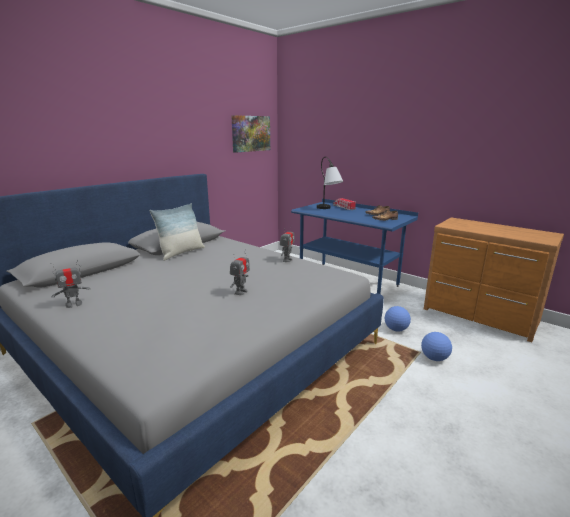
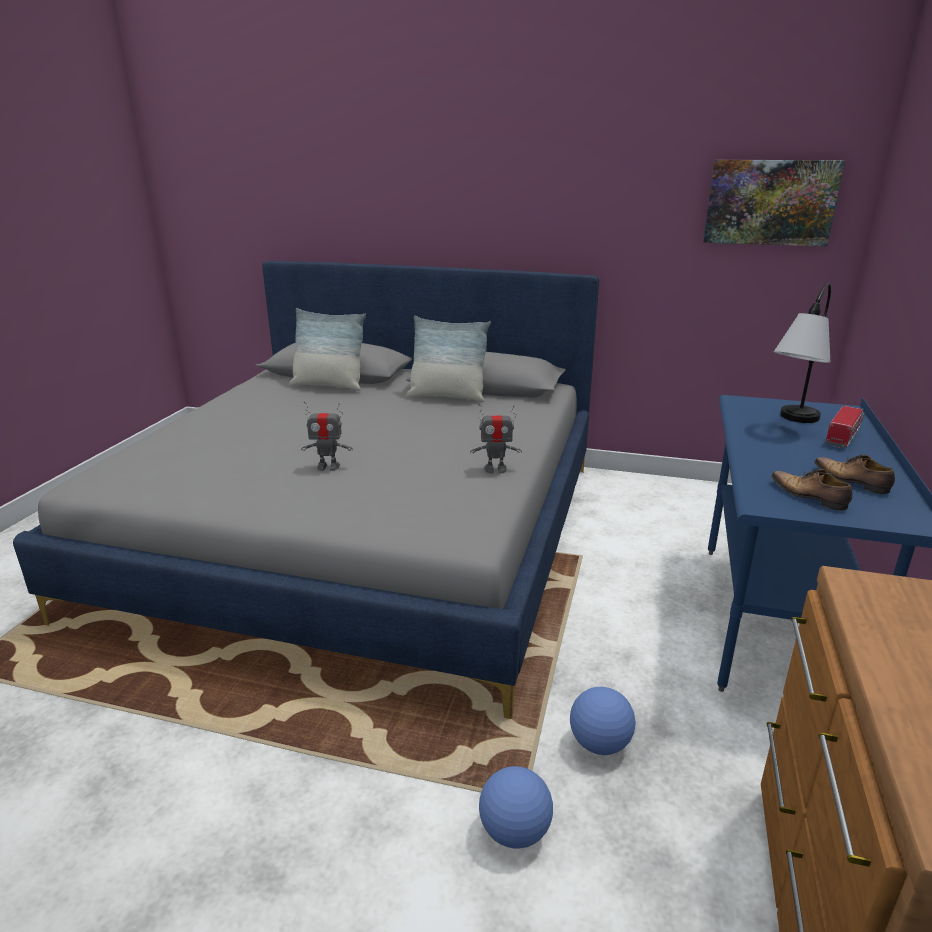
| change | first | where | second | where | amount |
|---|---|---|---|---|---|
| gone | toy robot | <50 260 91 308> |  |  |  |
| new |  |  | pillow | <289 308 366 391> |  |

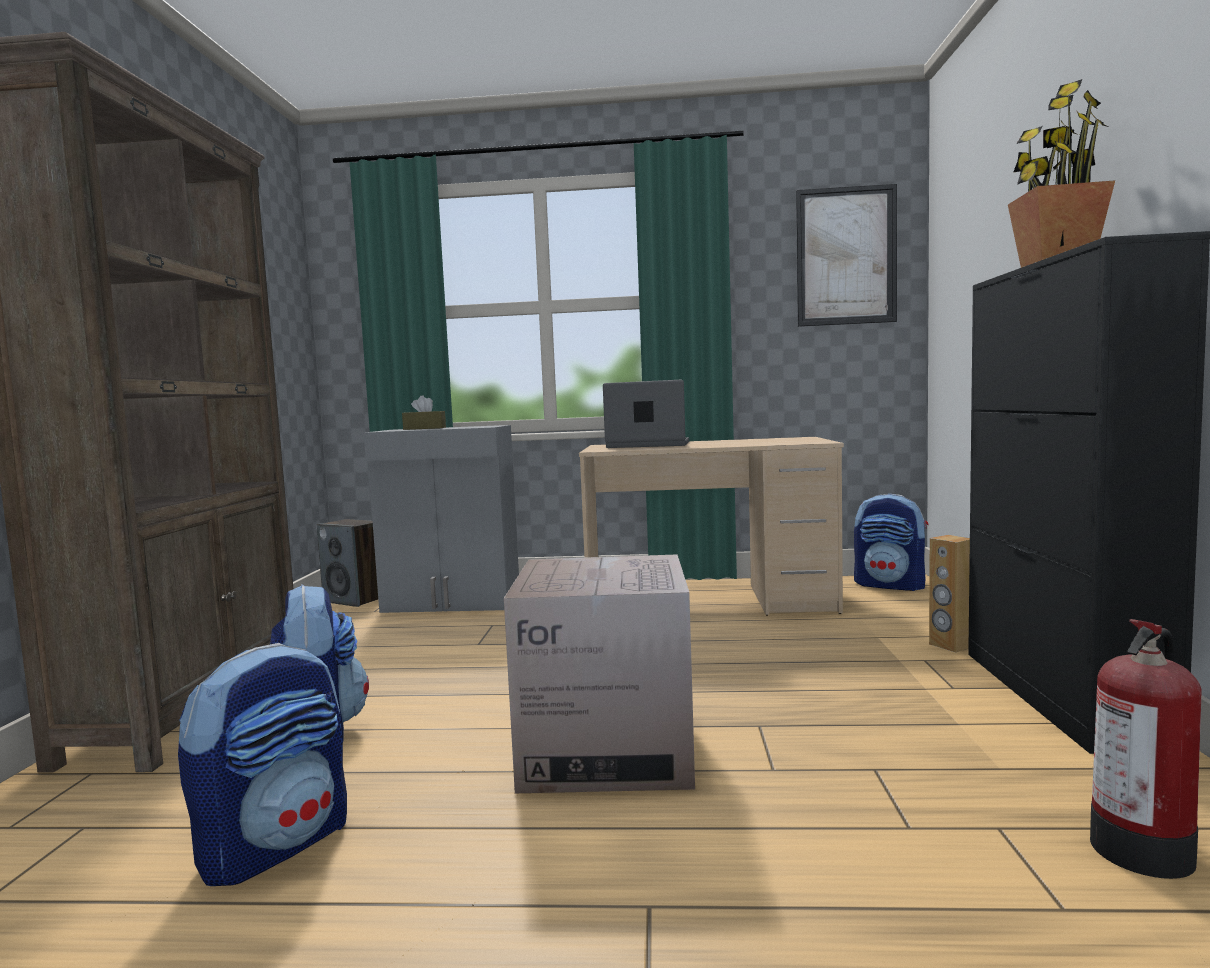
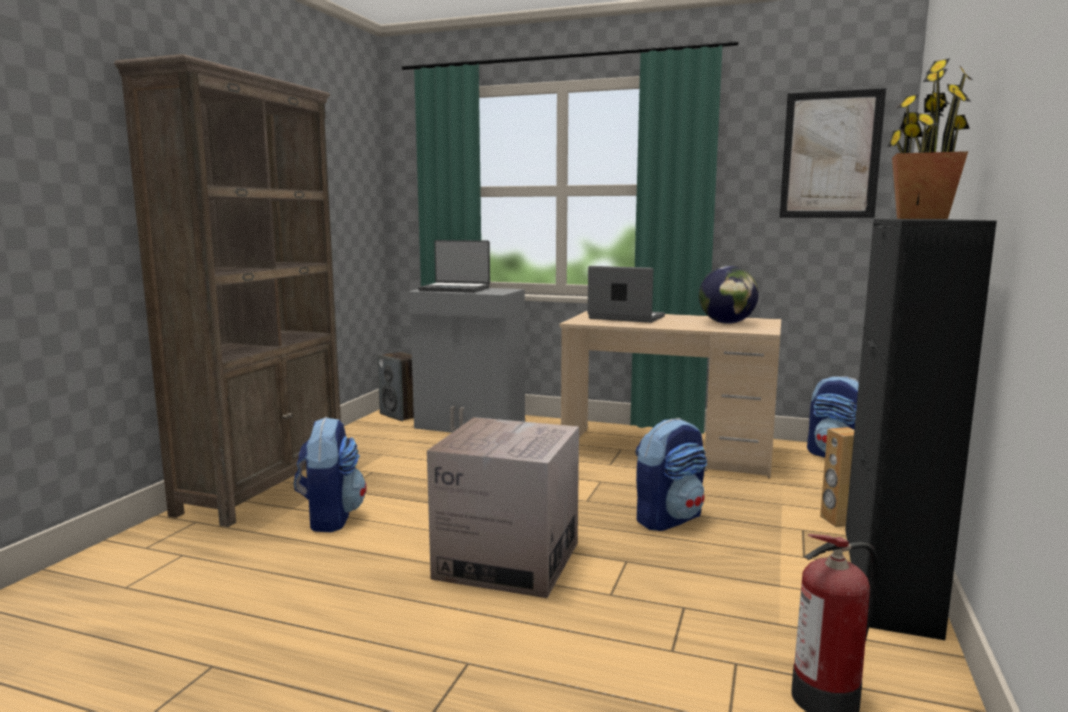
| change | first | where | second | where | amount |
|---|---|---|---|---|---|
| shifted | backpack | <178 643 347 886> |  | <635 418 707 531> |  |
| swapped | brown tissue box | <402 395 446 430> | laptop | <418 240 490 293> |  |
| new |  |  | globe | <699 266 759 324> |  |

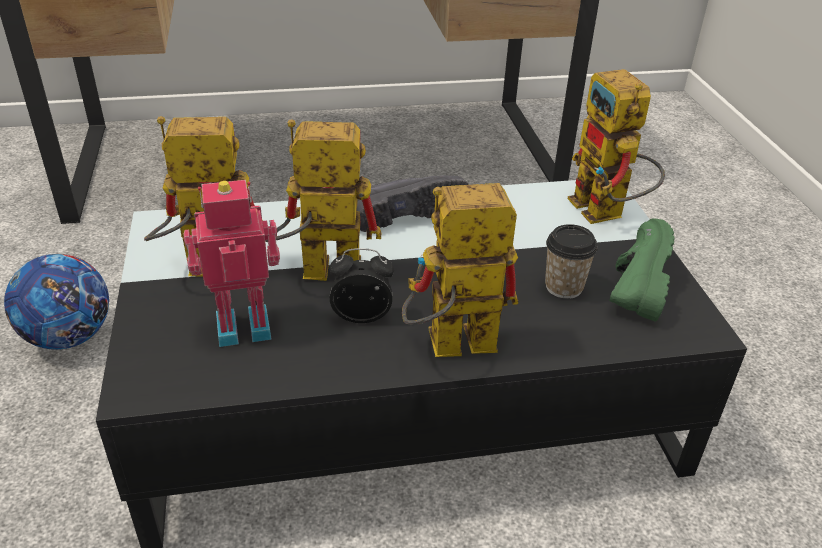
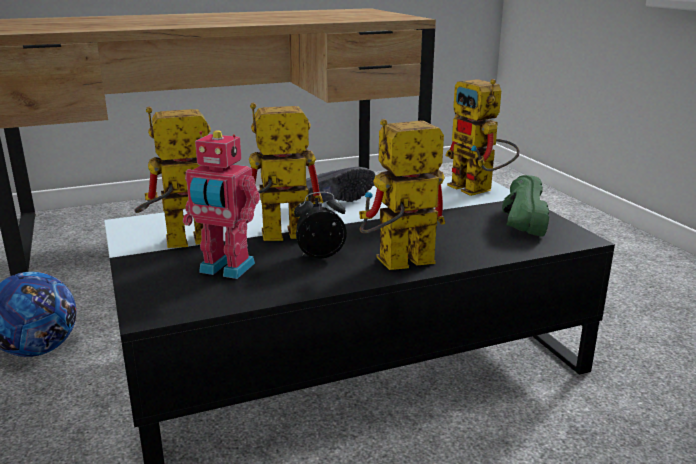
| change | first | where | second | where | amount |
|---|---|---|---|---|---|
| rotated | toy robot | <184 180 280 347> |  | <183 130 260 279> | 135 degrees counterclockwise |
| gone | cup | <545 224 598 299> |  |  |  |

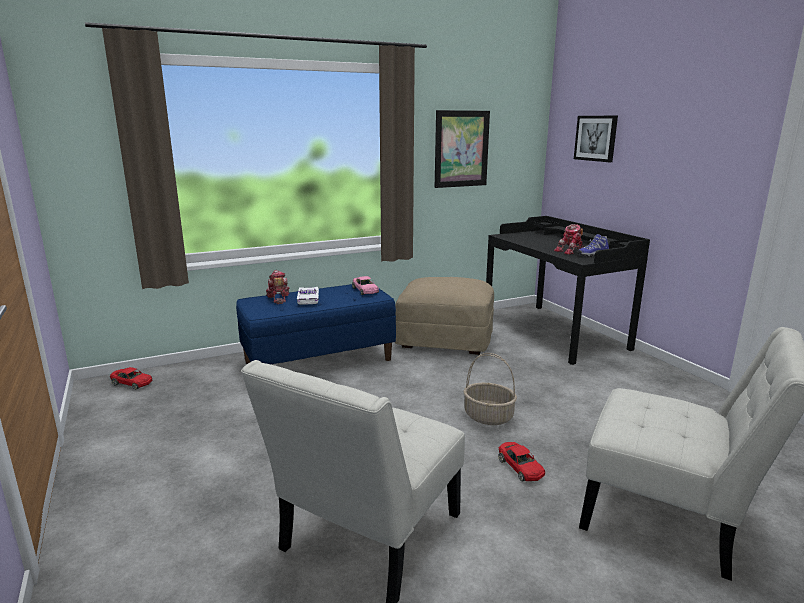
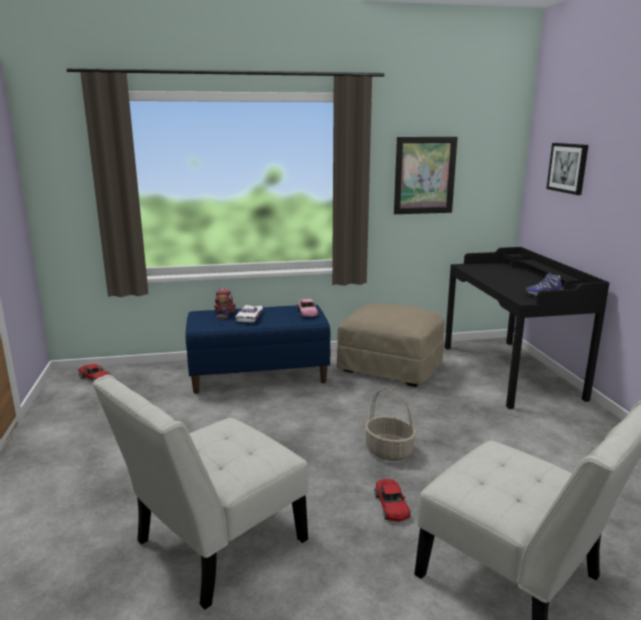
| change | first | where | second | where | amount |
|---|---|---|---|---|---|
| gone | toy robot | <554 224 584 255> |  |  |  |

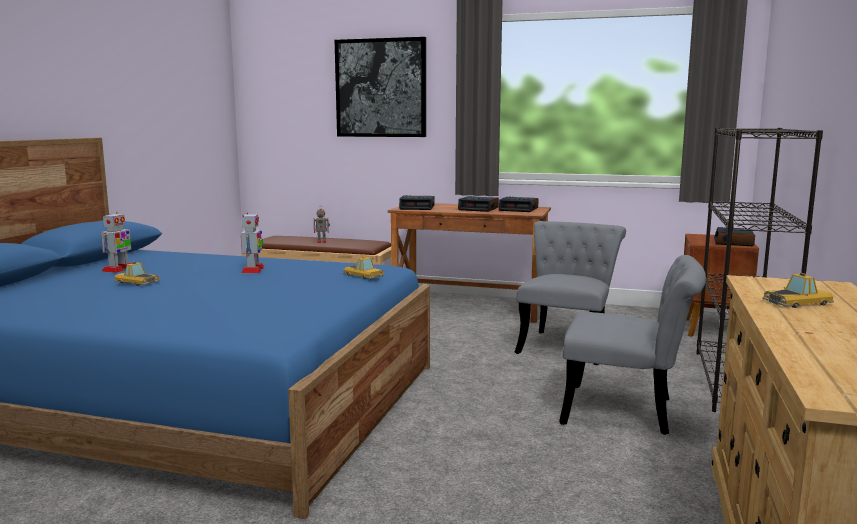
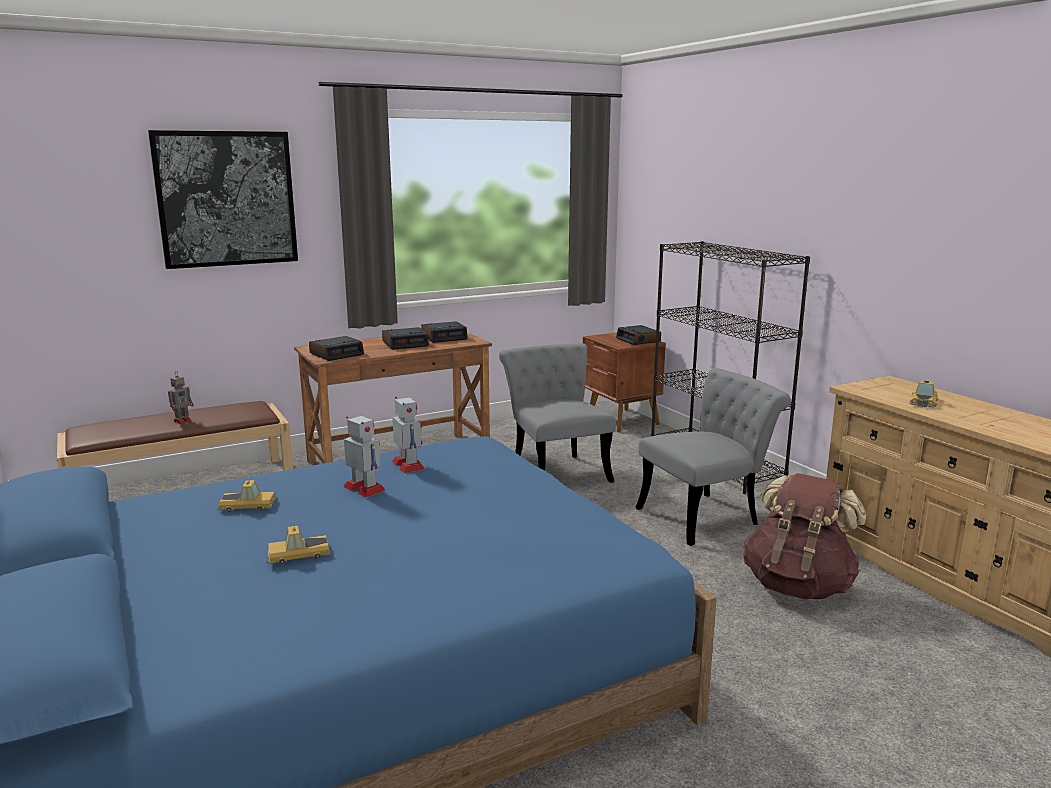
| change | first | where | second | where | amount |
|---|---|---|---|---|---|
| shifted | toy robot | <101 212 132 273> |  | <392 397 425 473> |  |
| shifted | toy car | <343 256 384 279> |  | <218 480 278 512> |  |
| new |  |  | brown backpack | <743 473 867 600> |  |

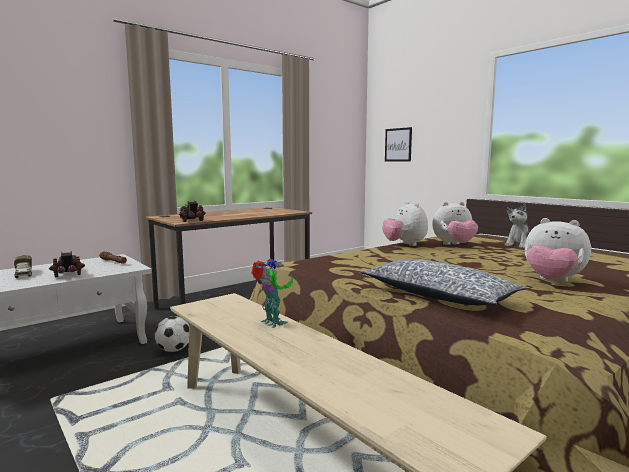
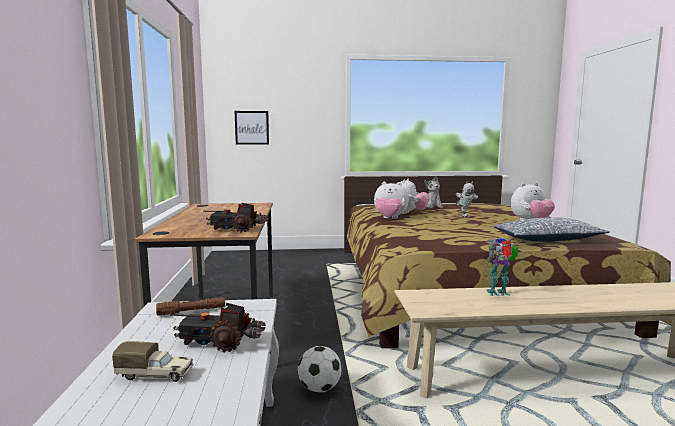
| change | first | where | second | where | amount |
|---|---|---|---|---|---|
| new |  |  | toy robot | <455 181 478 218> |  |

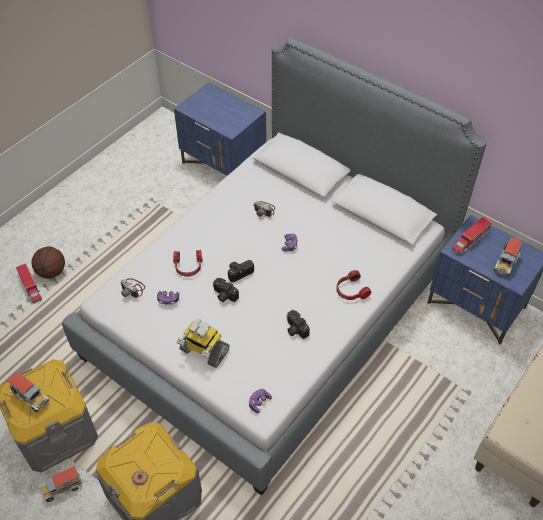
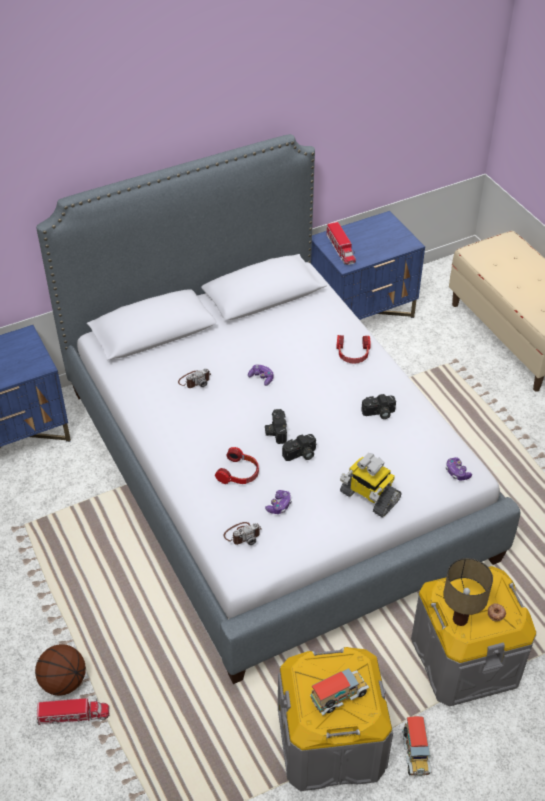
| change | first | where | second | where | amount |
|---|---|---|---|---|---|
| rotated | toy robot | <177 319 230 368> |  | <340 453 401 517> | 75 degrees clockwise |
| gone | toy truck | <494 237 522 277> |  |  |  |
| new |  |  | table lamp | <443 558 493 626> |  |

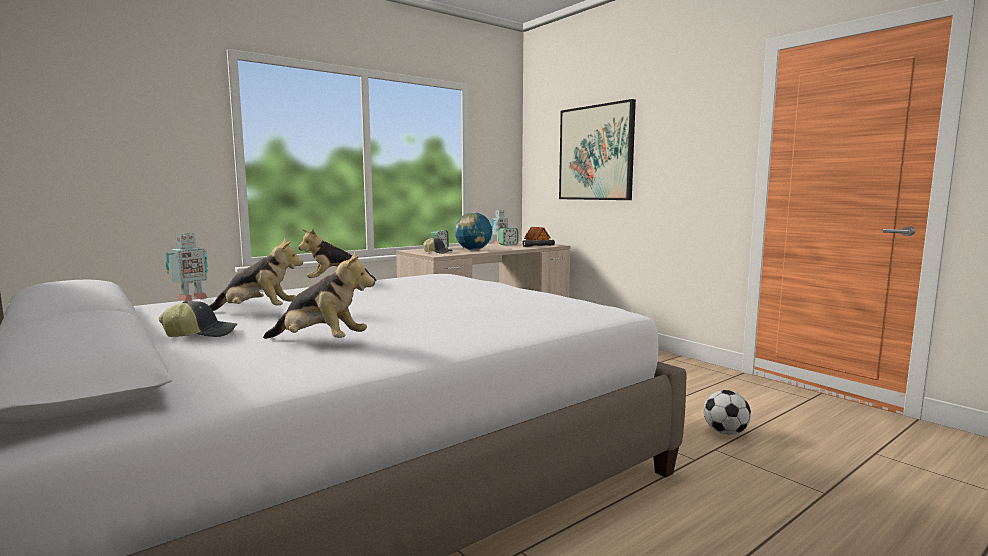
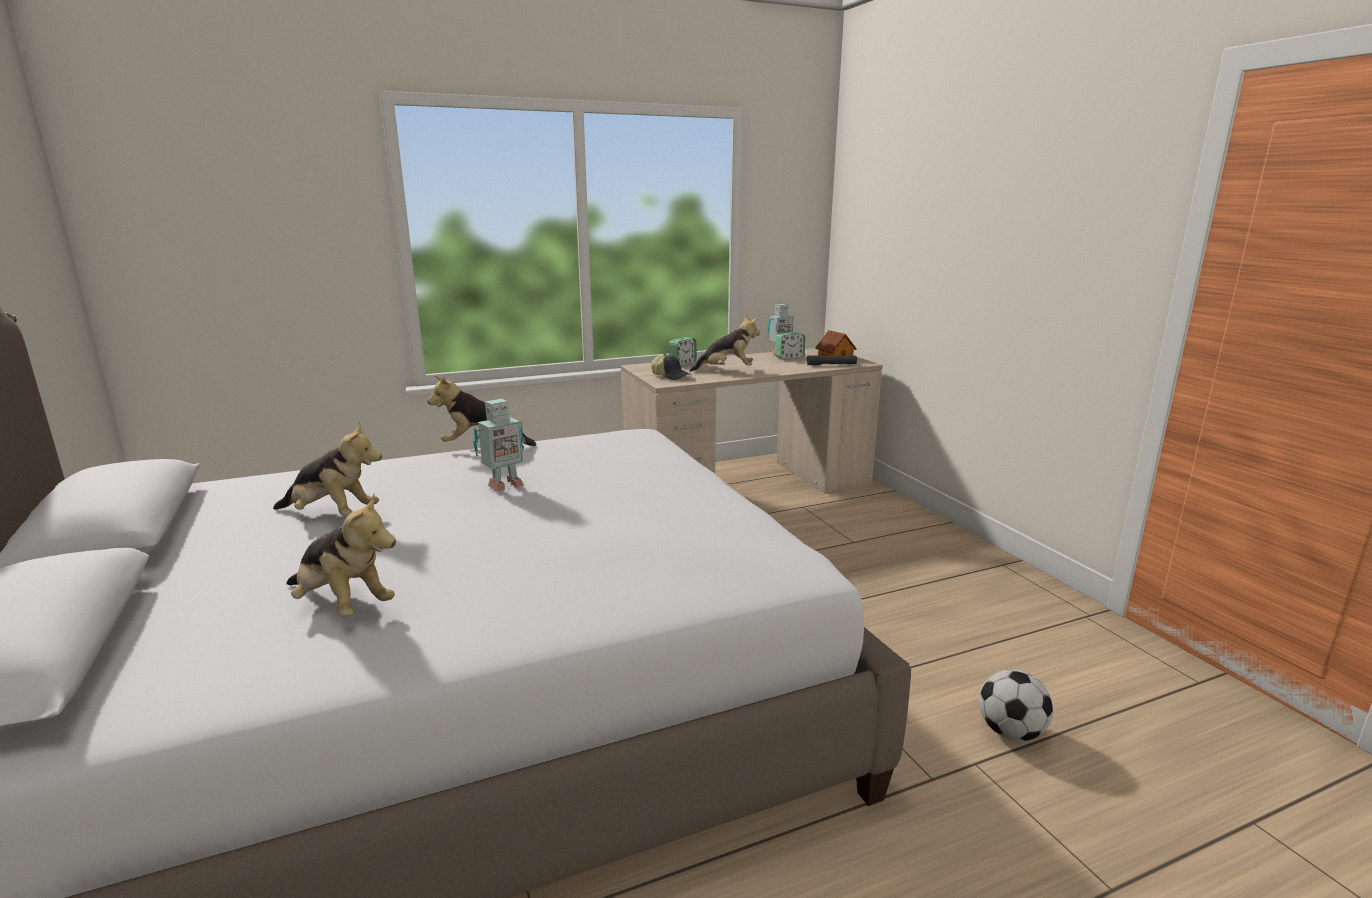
| change | first | where | second | where | amount |
|---|---|---|---|---|---|
| gone | cap | <159 301 237 337> |  |  |  |
| shifted | toy robot | <165 233 208 301> |  | <473 399 524 492> |  |
| swapped | globe | <455 212 492 250> | plush toy | <689 315 760 372> |  |
| gone | picture | <559 99 636 200> |  |  |  |

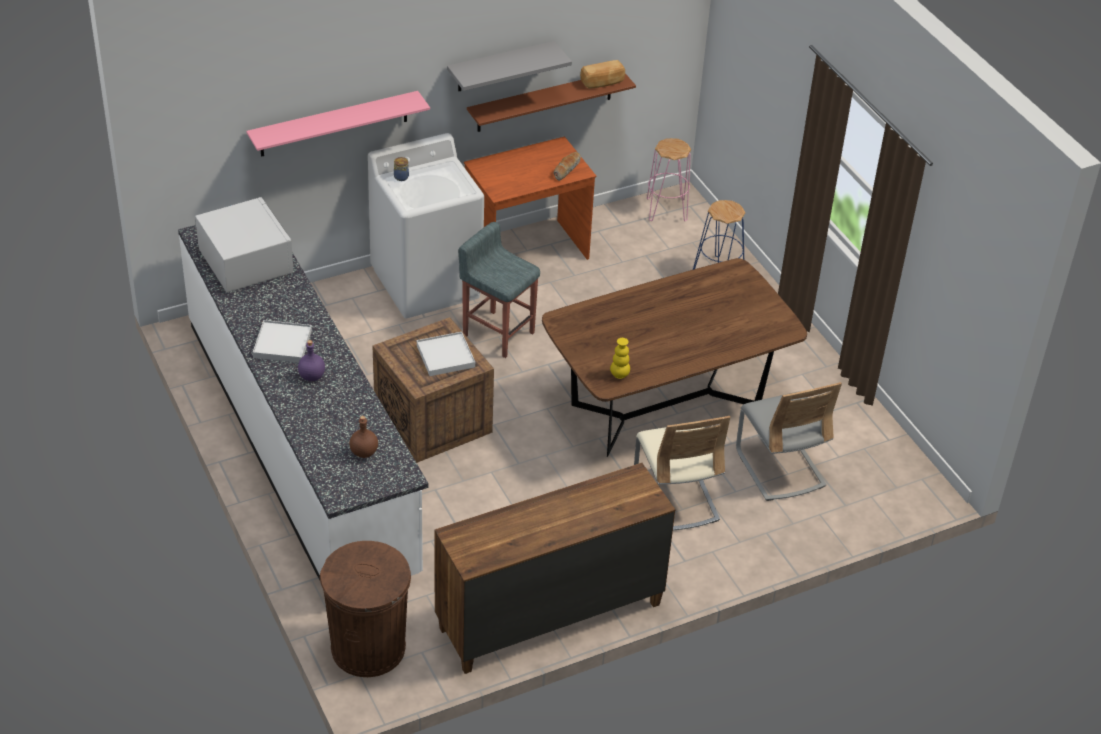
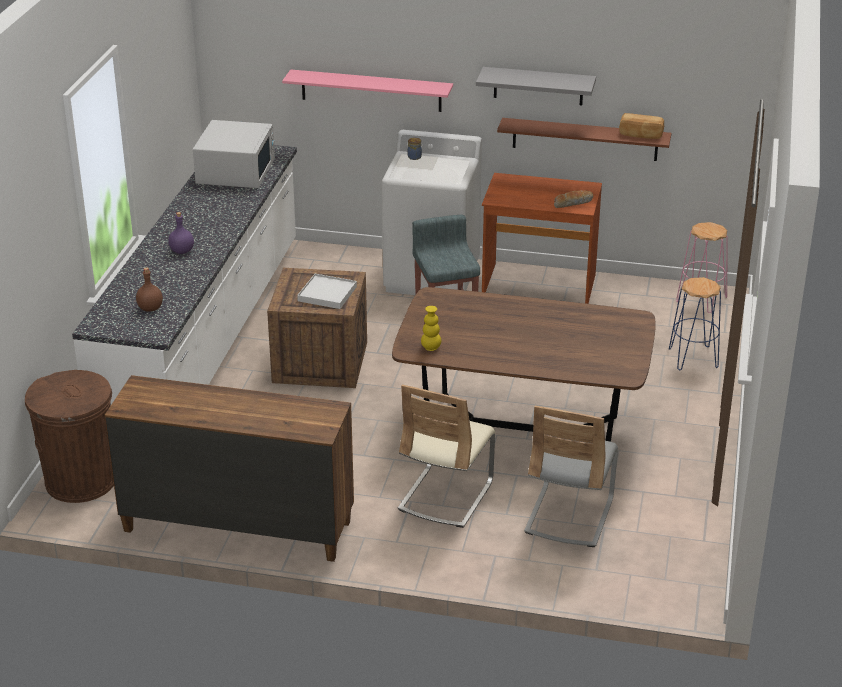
| change | first | where | second | where | amount |
|---|---|---|---|---|---|
| gone | white tray | <253 320 312 363> |  |  |  |

